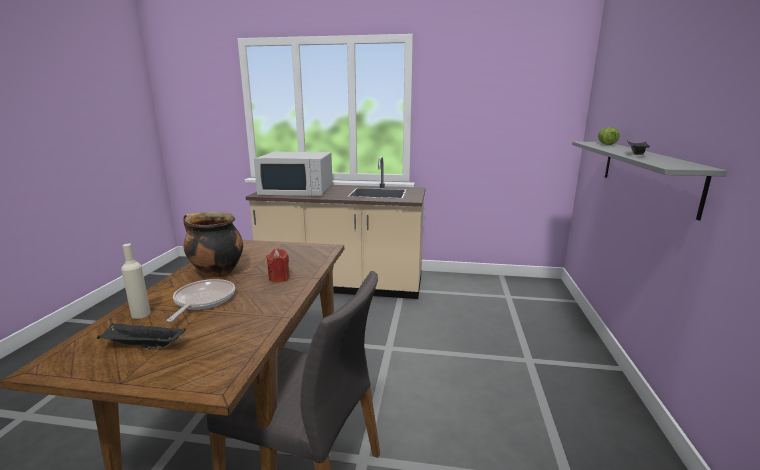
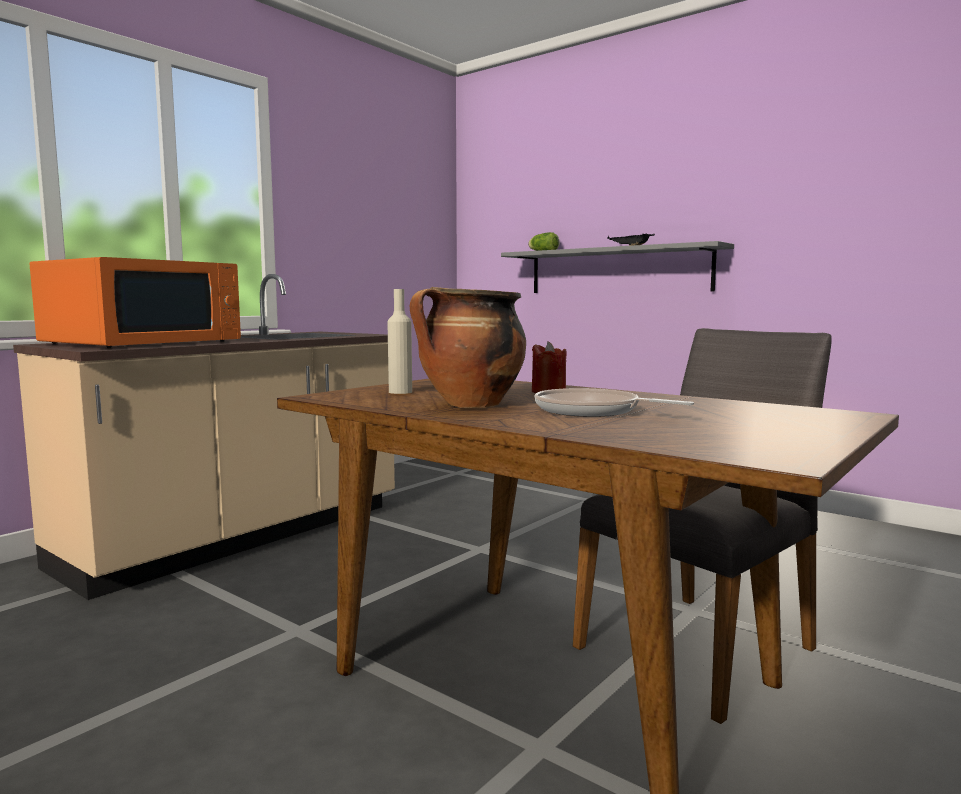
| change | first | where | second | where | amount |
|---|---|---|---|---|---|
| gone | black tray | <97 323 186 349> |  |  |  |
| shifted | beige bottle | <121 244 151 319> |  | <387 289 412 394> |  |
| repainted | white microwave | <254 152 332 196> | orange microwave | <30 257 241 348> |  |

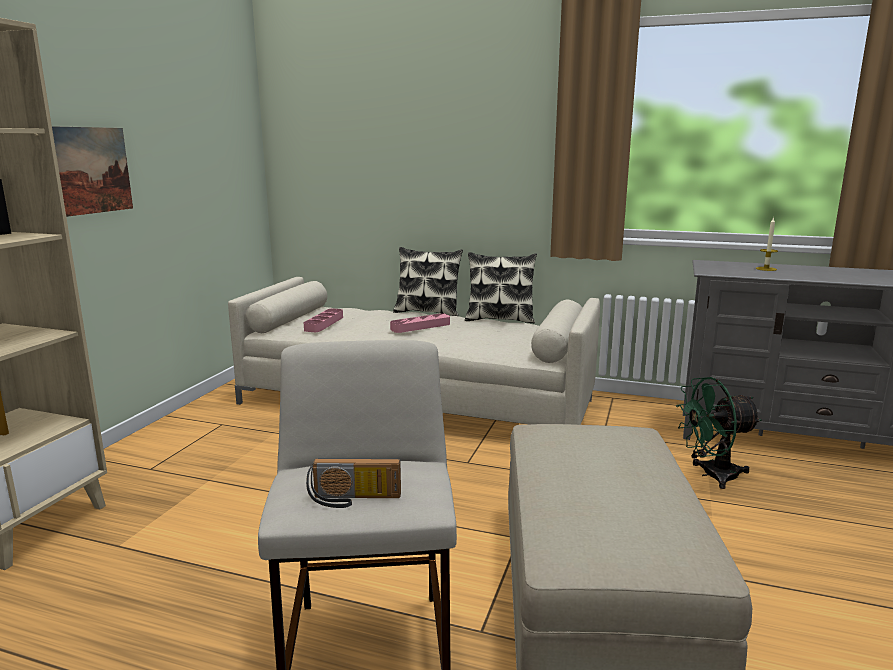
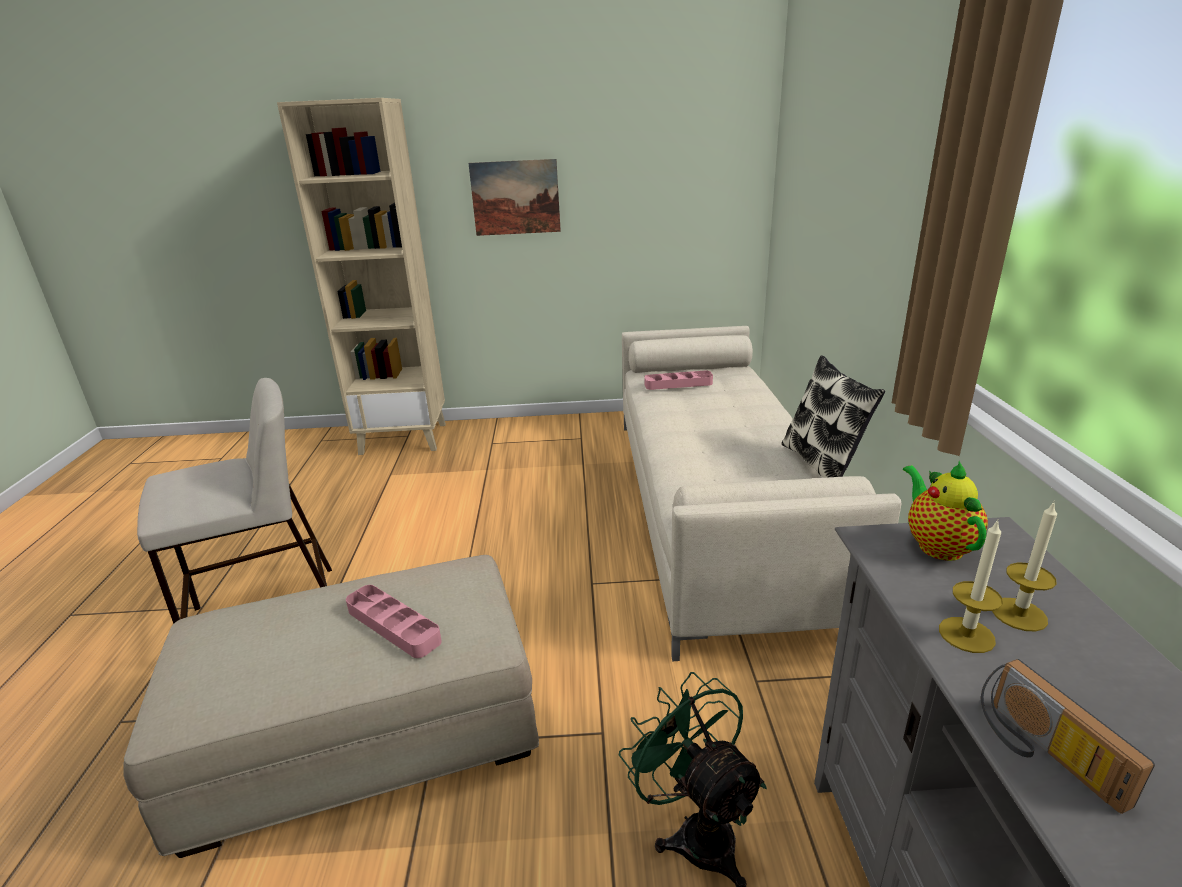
| change | first | where | second | where | amount |
|---|---|---|---|---|---|
| shifted | radio | <306 458 401 508> |  | <981 659 1155 814> |  |
| shifted | pink tray | <390 313 450 333> |  | <346 585 442 658> |  |
| gone | pillow | <393 247 463 316> |  |  |  |
| new |  |  | teapot | <903 461 988 561> |  |
| new |  |  | candle | <939 520 1003 653> |  |

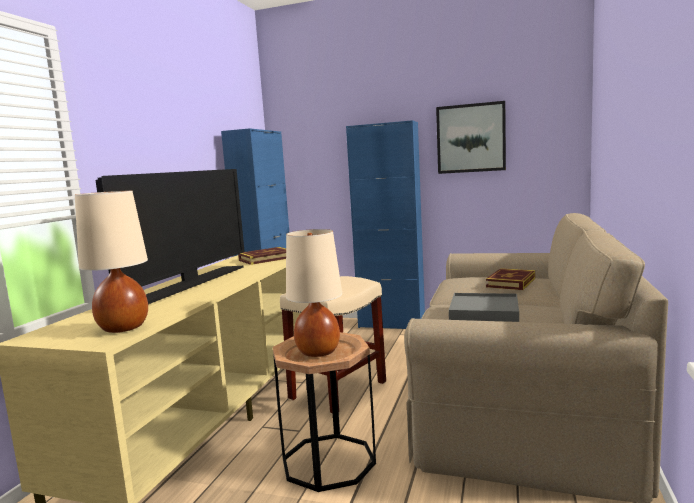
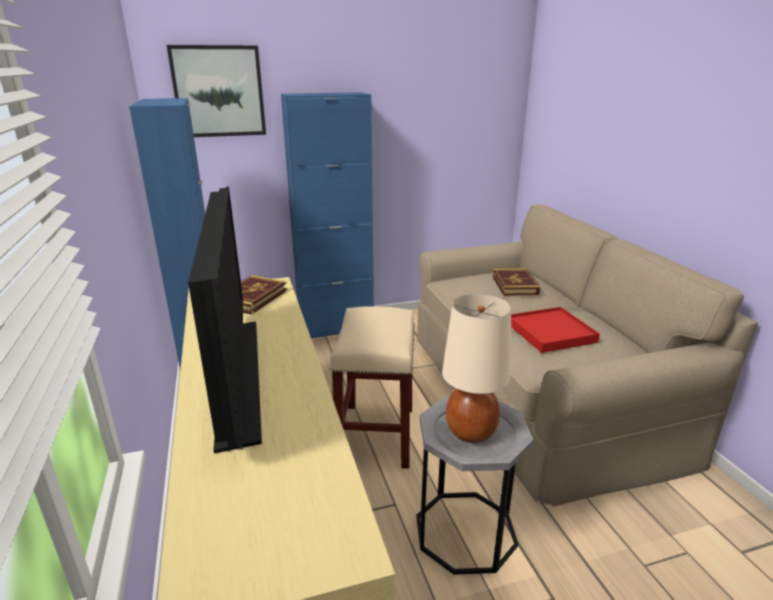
| change | first | where | second | where | amount |
|---|---|---|---|---|---|
| gone | beige table lamp | <75 190 148 333> |  |  |  |
| repainted | brown side table | <273 332 376 492> | grey side table | <417 396 534 575> |  |
| shifted | picture | <436 101 506 174> |  | <167 45 266 137> |  |
| repainted | grey tray | <449 293 519 322> | red tray | <511 307 600 353> |  |

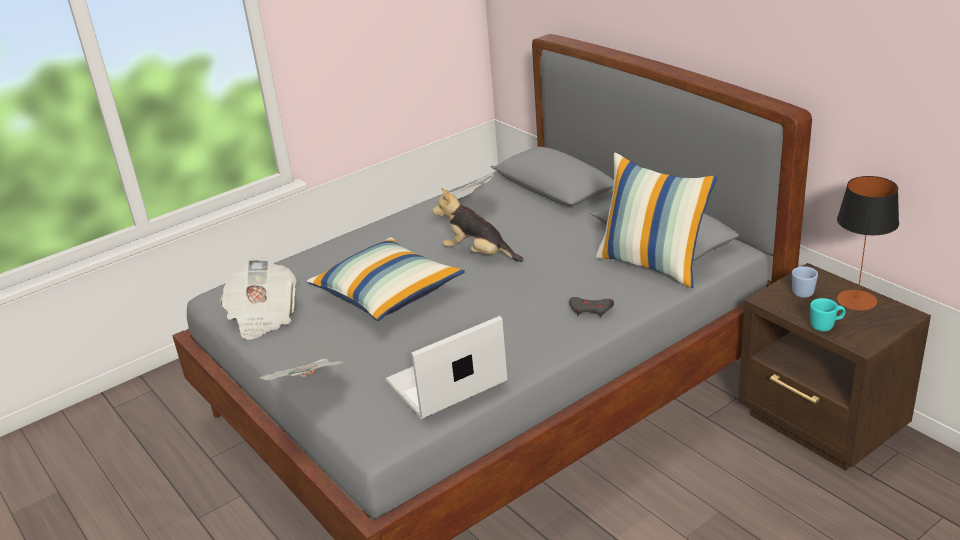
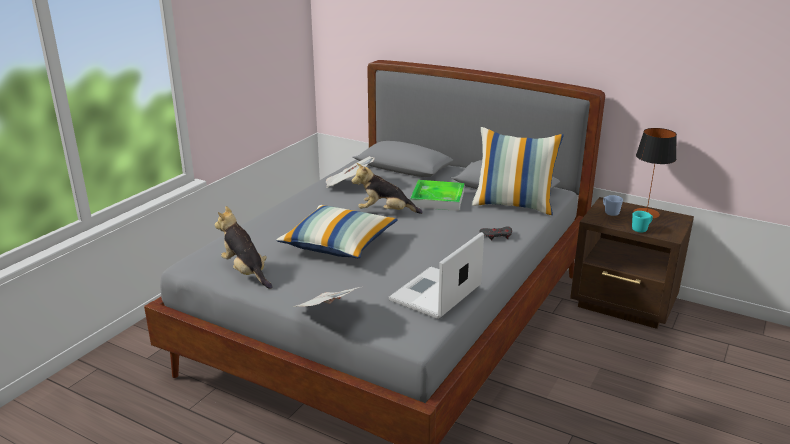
| change | first | where | second | where | amount |
|---|---|---|---|---|---|
| swapped | newspaper | <220 258 296 340> | plush toy | <215 206 273 289> |  |
| new |  |  | tray | <410 180 465 211> |  |

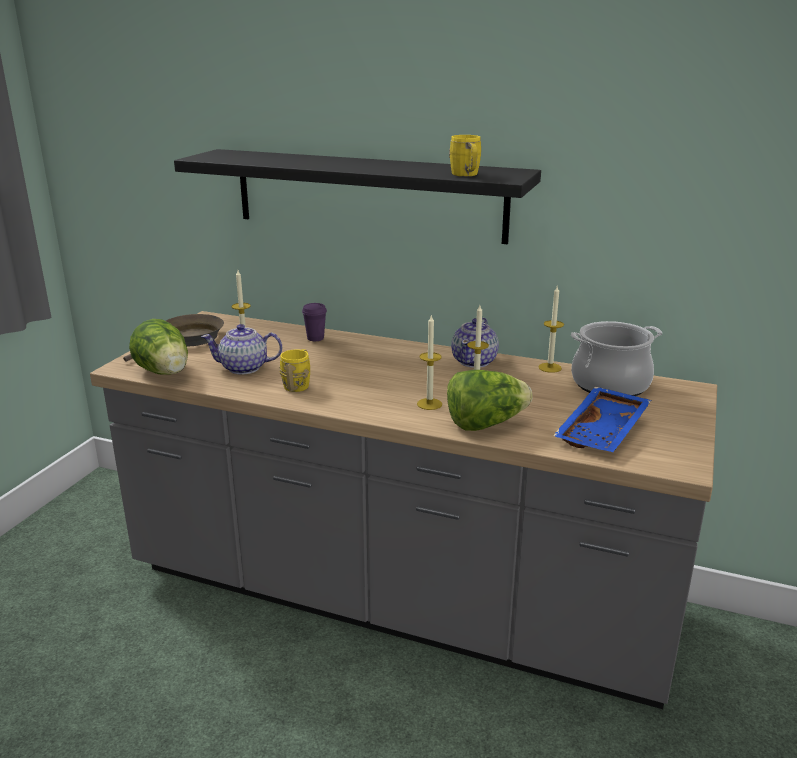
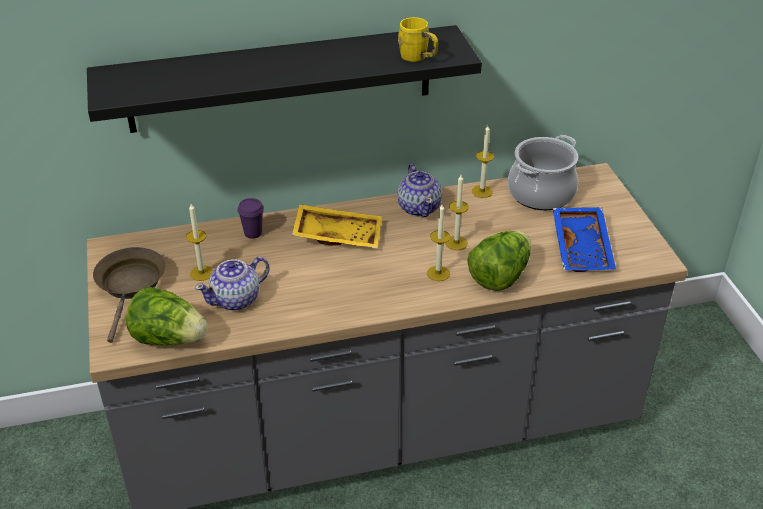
| change | first | where | second | where | amount |
|---|---|---|---|---|---|
| gone | yellow mug | <279 349 310 392> |  |  |  |
| new |  |  | yellow tray | <292 204 382 248> |  |

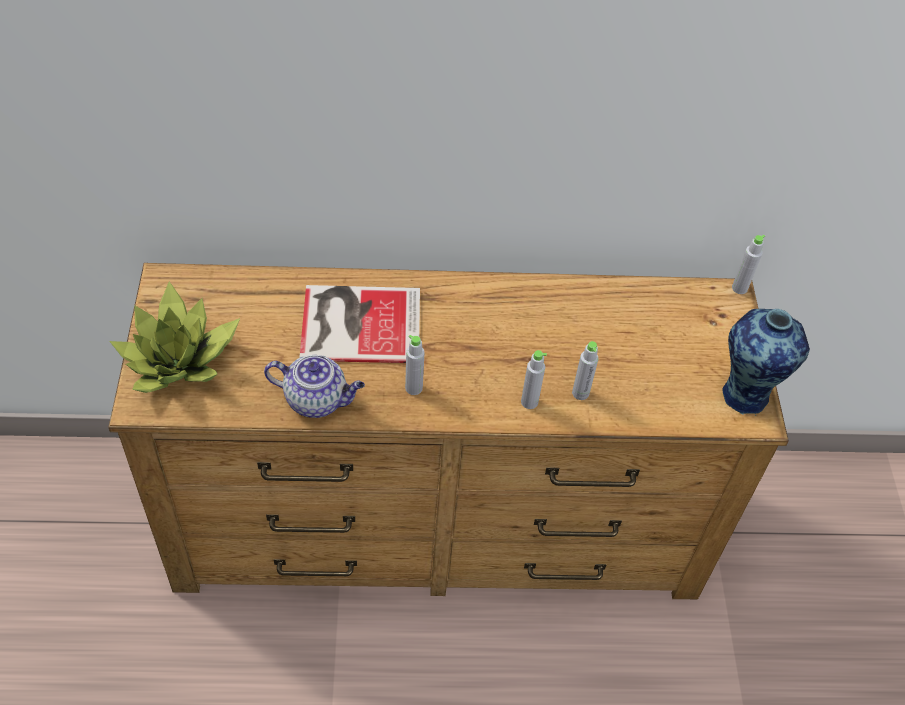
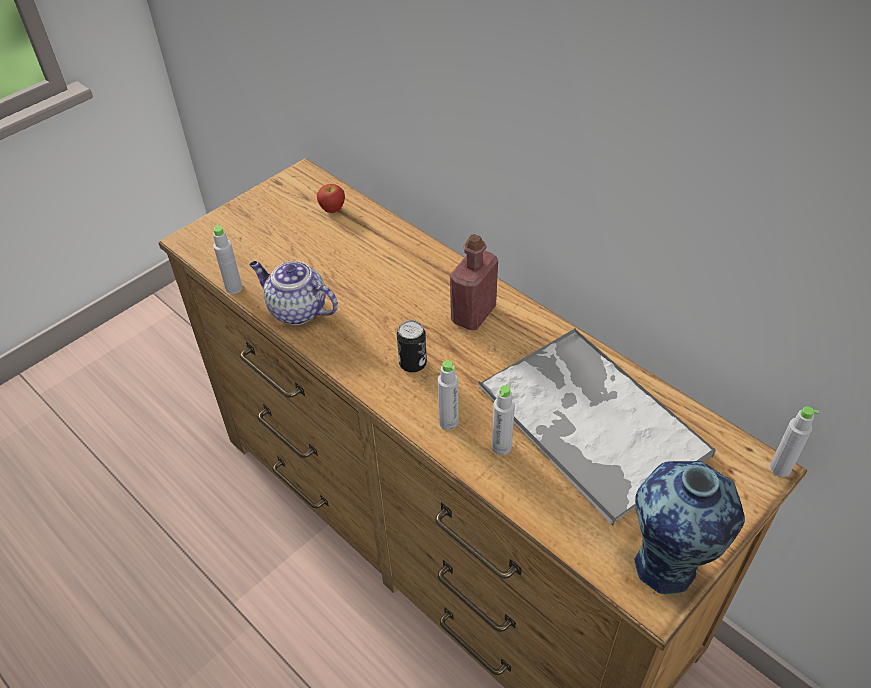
| change | first | where | second | where | amount |
|---|---|---|---|---|---|
| gone | potted plant | <109 281 240 393> |  |  |  |
| rotated | teapot | <264 355 365 418> |  | <249 261 338 325> | 150 degrees clockwise |
| gone | book | <299 285 420 363> |  |  |  |
| shifted | grey bottle | <405 335 425 395> |  | <213 224 242 294> |  |
| new |  |  | apple | <317 184 345 213> |  |
| new |  |  | can | <397 320 427 372> |  |
| new |  |  | red bottle | <450 234 498 330> |  |
| new |  |  | tray | <478 328 716 526> |  |

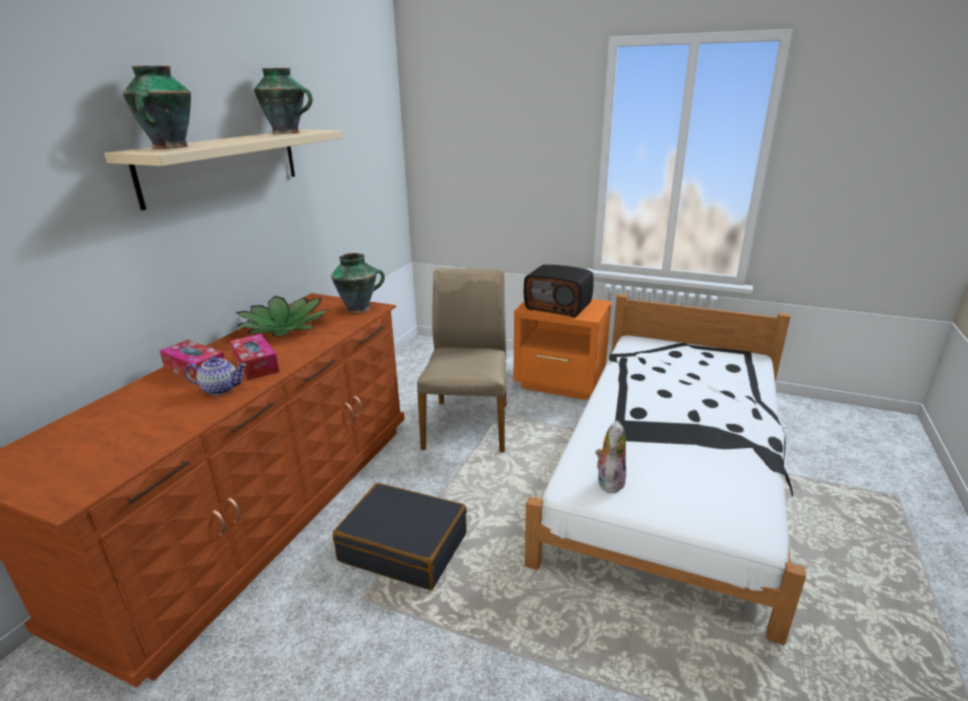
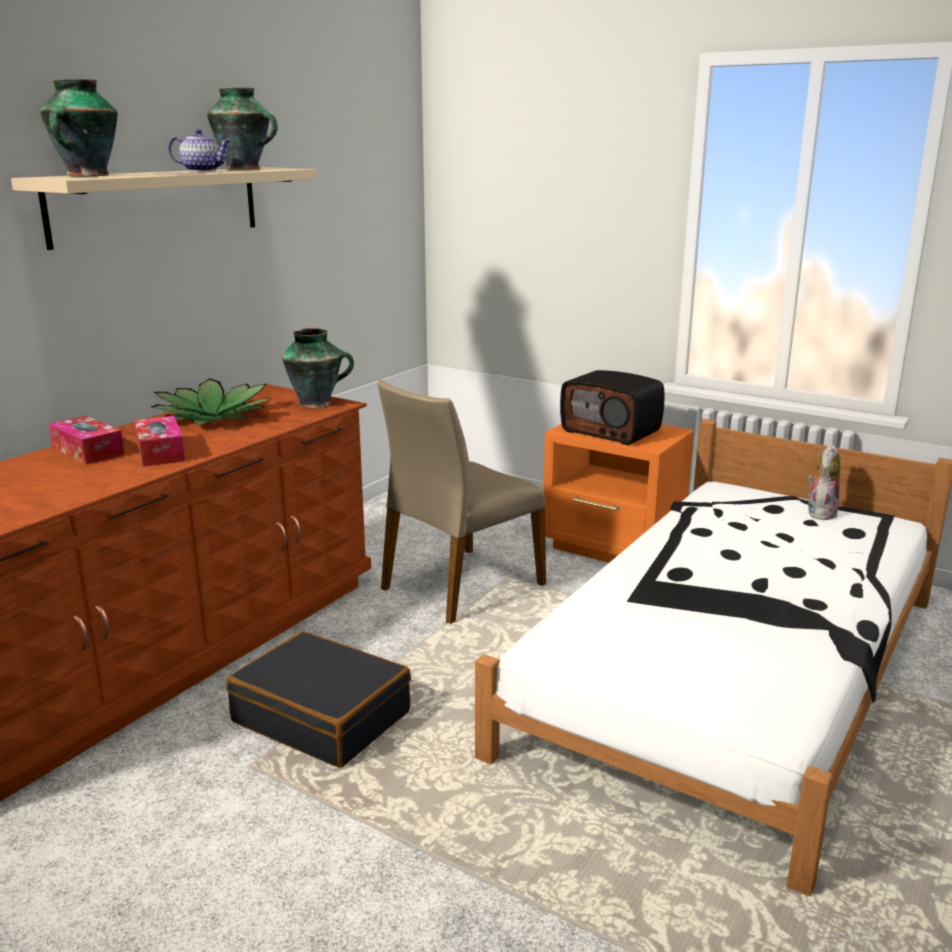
| change | first | where | second | where | amount |
|---|---|---|---|---|---|
| shifted | teapot | <185 357 246 395> |  | <168 129 232 172> |  |
| rotated | beige chair | <417 268 506 452> |  | <378 379 546 624> | 150 degrees counterclockwise |
| shifted | plush toy | <596 420 626 493> |  | <807 444 840 520> |  |

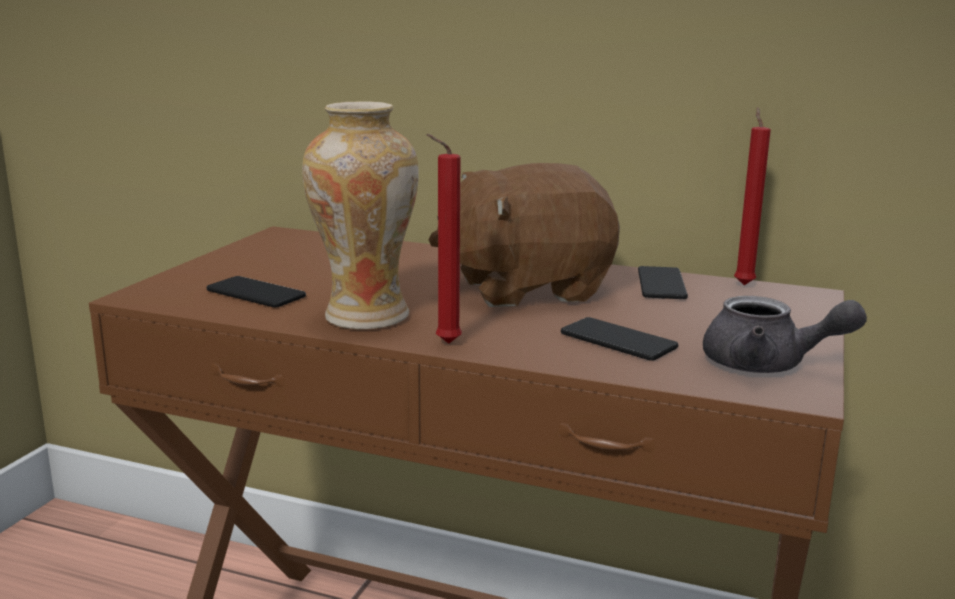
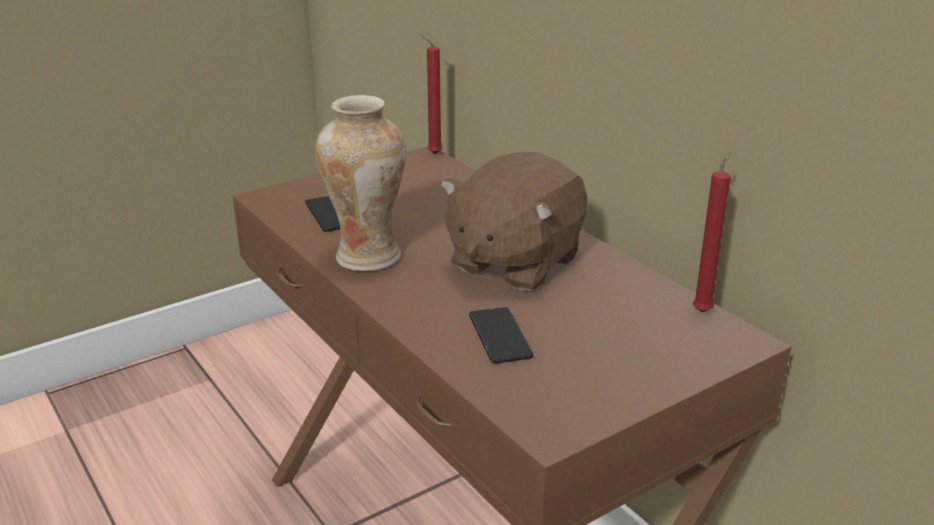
| change | first | where | second | where | amount |
|---|---|---|---|---|---|
| shifted | red candle | <426 134 462 344> |  | <420 35 442 154> |  |
| rotated | brown plush toy | <429 163 620 307> |  | <440 152 588 292> | 75 degrees counterclockwise |
| gone | phone | <638 266 688 299> |  |  |  |
| gone | grey teapot | <703 296 867 373> |  |  |  |

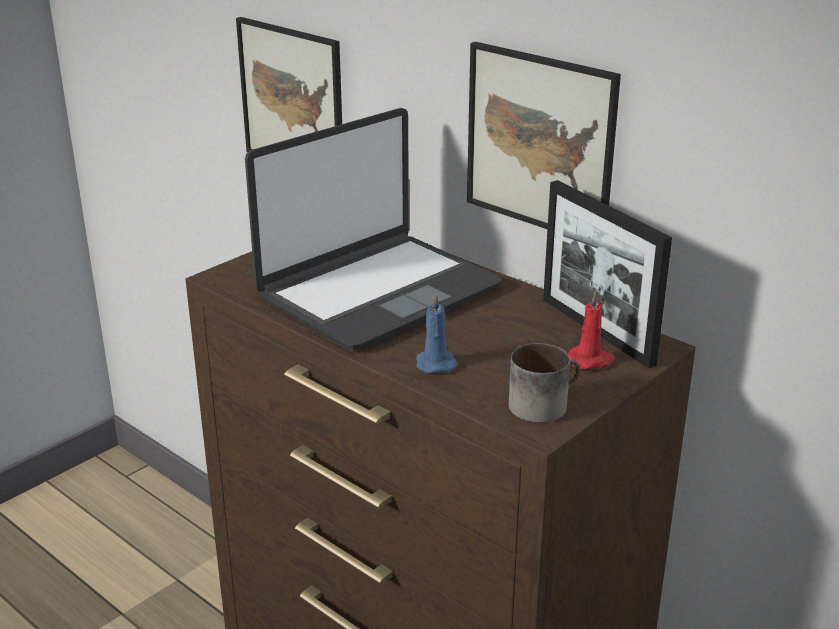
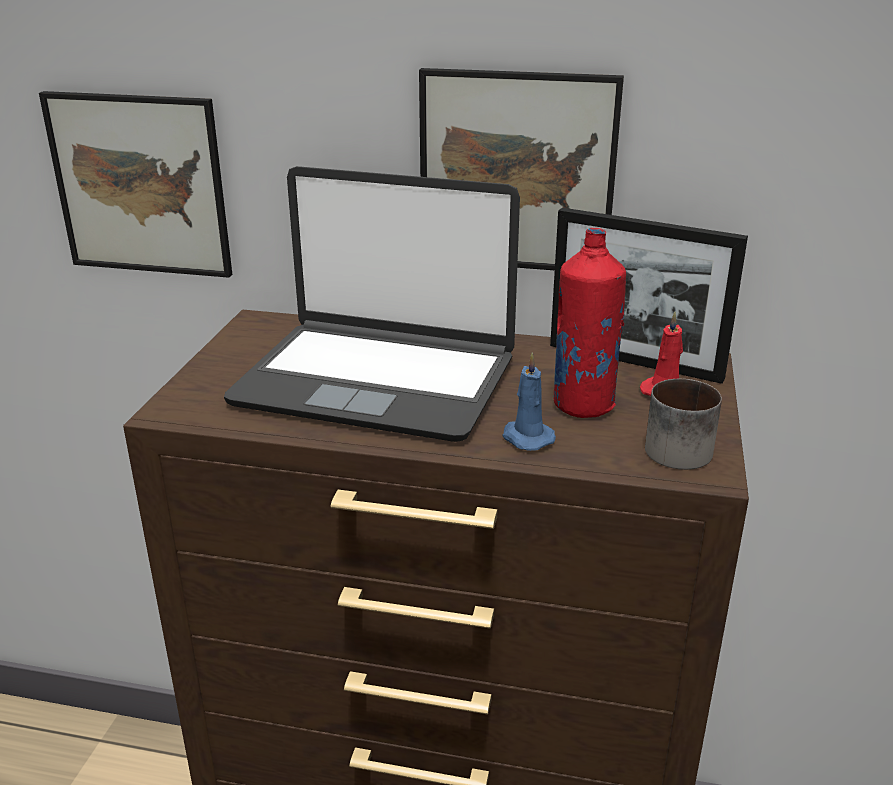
| change | first | where | second | where | amount |
|---|---|---|---|---|---|
| rotated | laptop | <245 108 503 350> |  | <224 166 520 442> | 90 degrees clockwise |
| new |  |  | red bottle | <553 228 626 418> |  |

